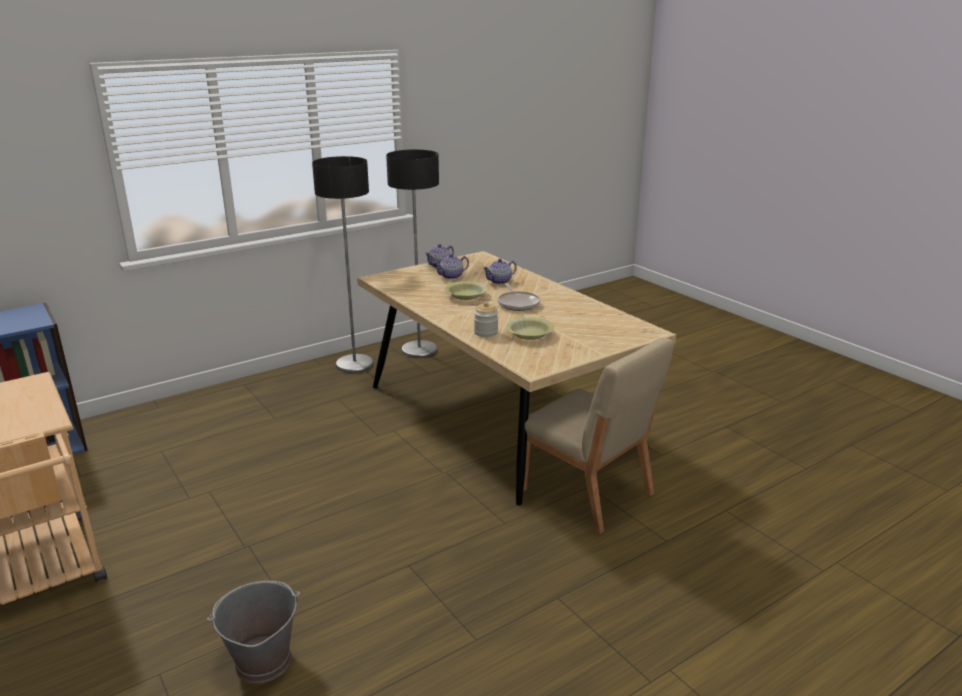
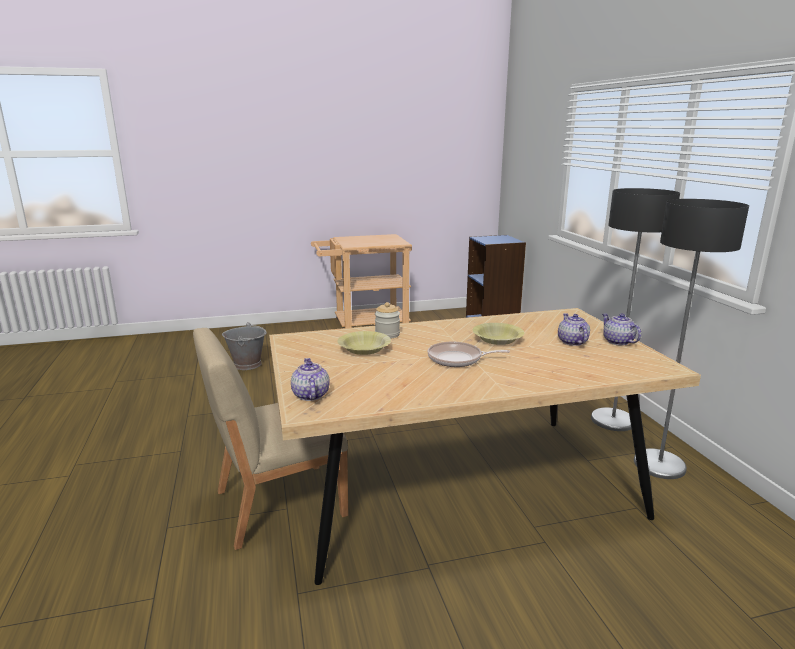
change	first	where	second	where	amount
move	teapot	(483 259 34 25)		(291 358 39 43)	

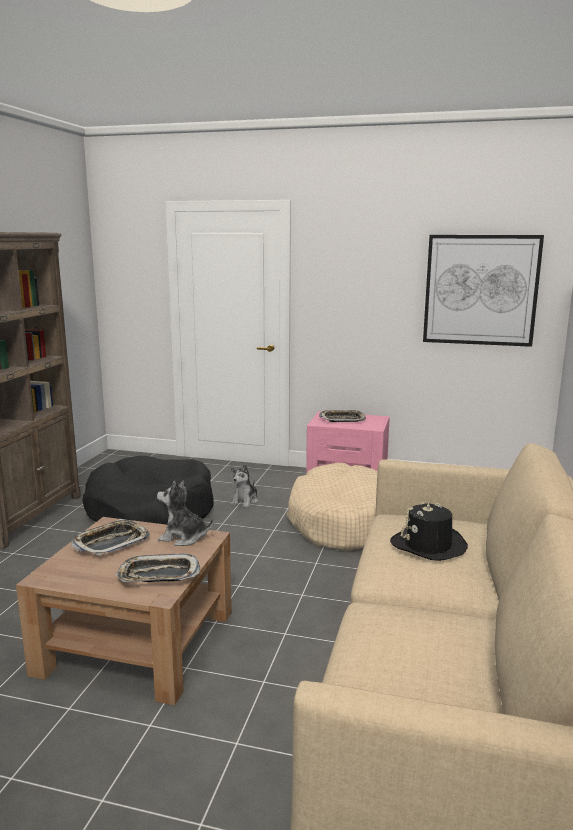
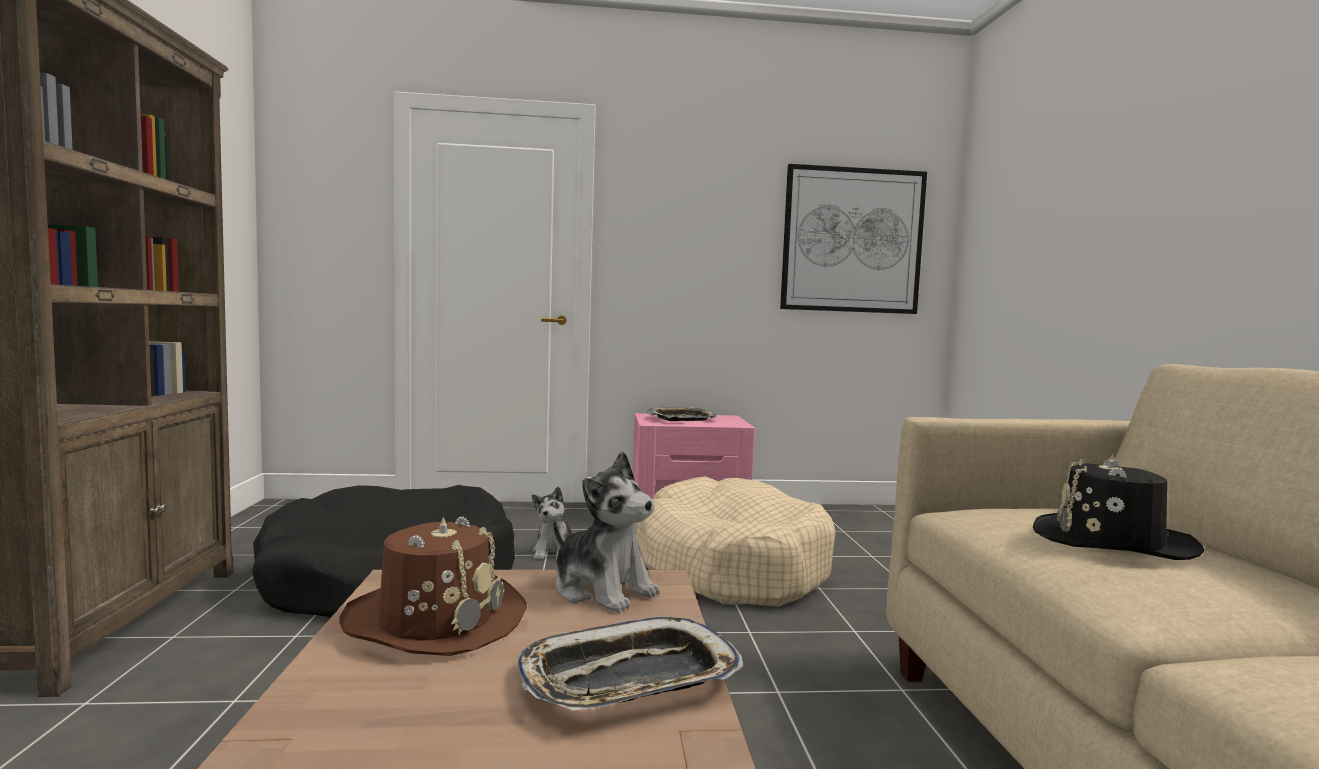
change	first	where	second	where	amount
replace	tray	(72 519 78 37)	hat (brown)	(339 517 188 139)	
rotate	plush toy	(157 480 57 66)		(553 451 107 162)	135 degrees counterclockwise

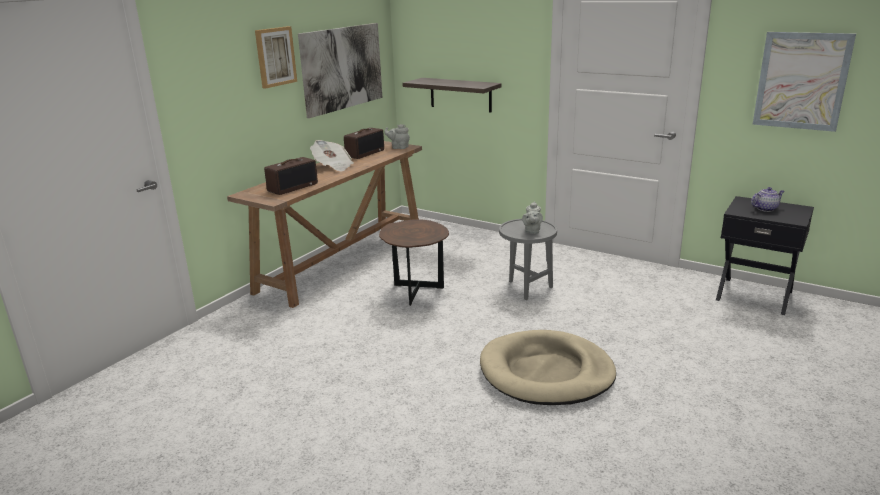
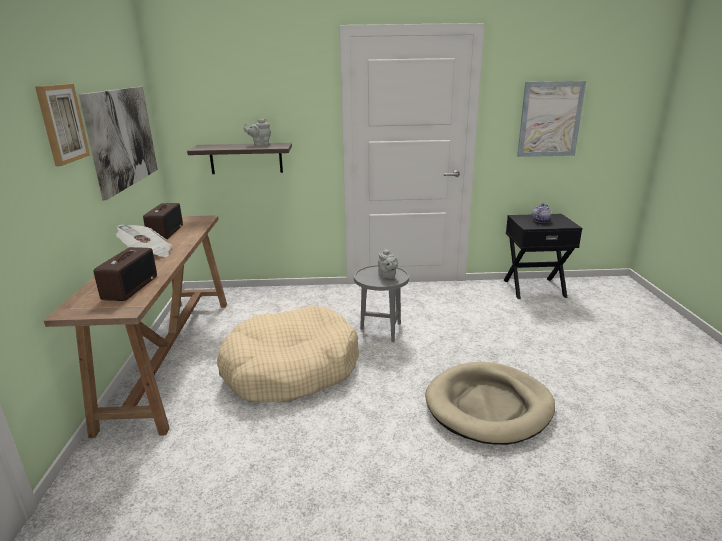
change	first	where	second	where	amount
replace	side table (brown)	(379 219 70 87)	dog bed (beige)	(217 306 142 97)	
move	teapot (grey)	(384 124 26 25)		(243 118 28 28)	

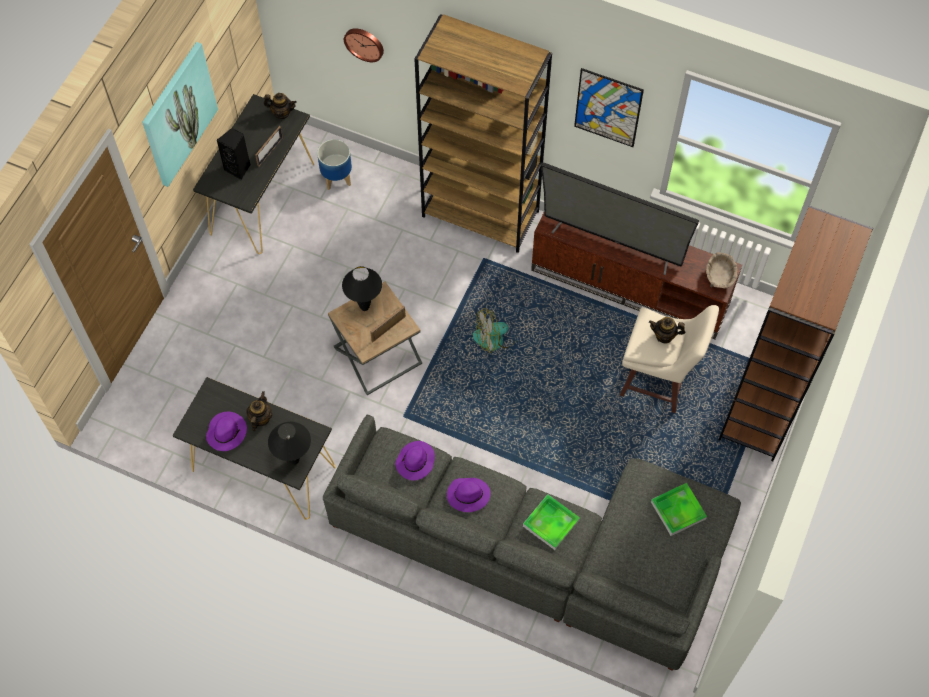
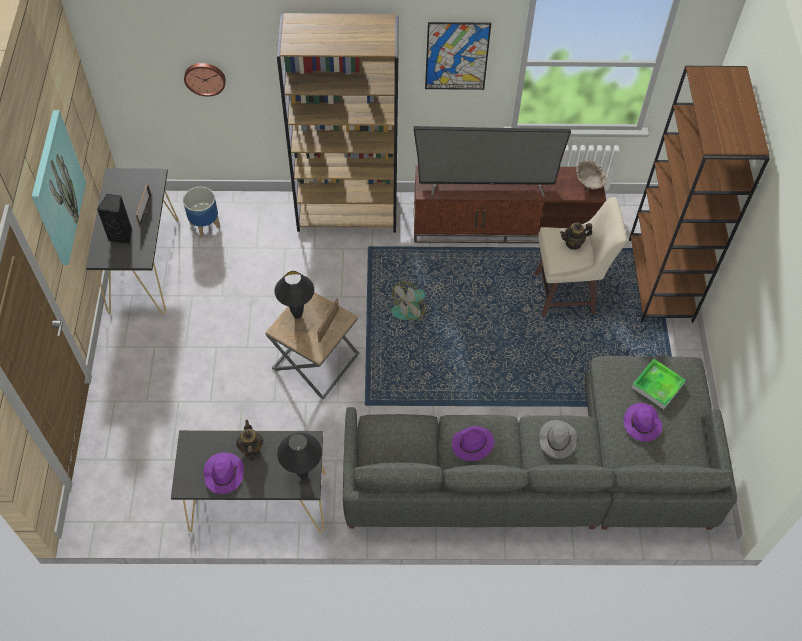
change	first	where	second	where	amount
replace	tray	(523 494 57 56)	hat (grey)	(539 420 38 39)	
move	hat (purple)	(395 441 40 39)		(624 403 38 39)	
delete	teapot	(264 93 33 26)			

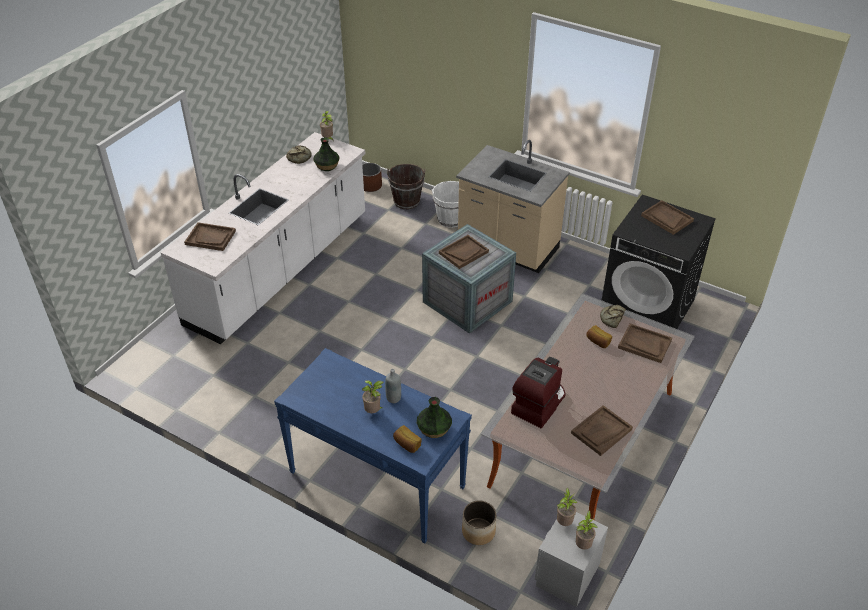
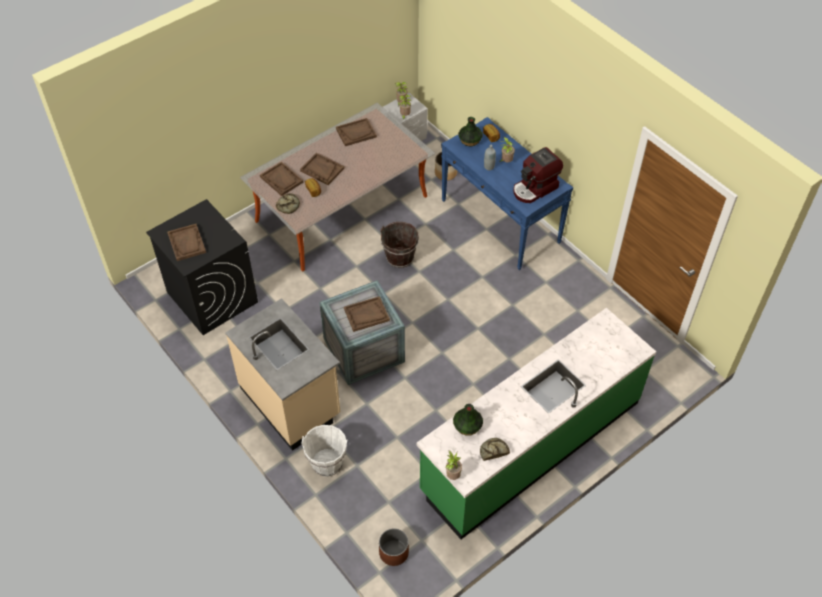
change	first	where	second	where	amount
move	tray (brown)	(184 222 52 29)		(300 153 44 32)	
move	bucket (brown)	(387 164 38 45)		(380 222 39 46)	
recolor	counter (white)	(160 132 205 212)	counter (green)	(416 308 240 231)	
move	coffee machine	(511 357 55 71)		(513 147 50 56)	

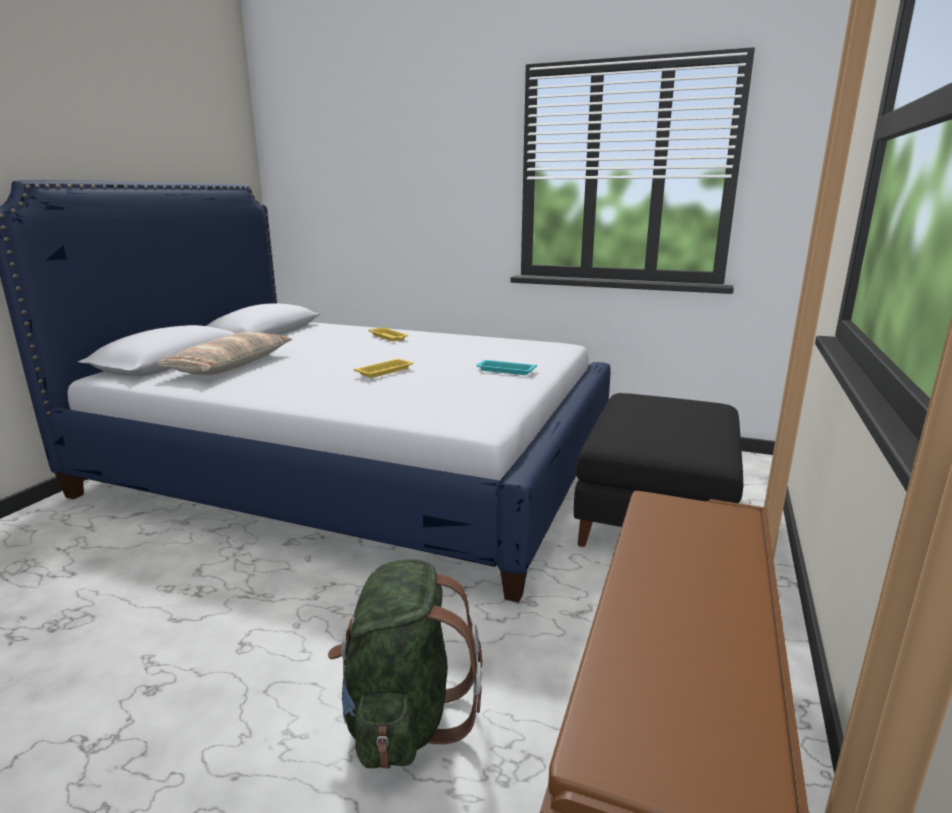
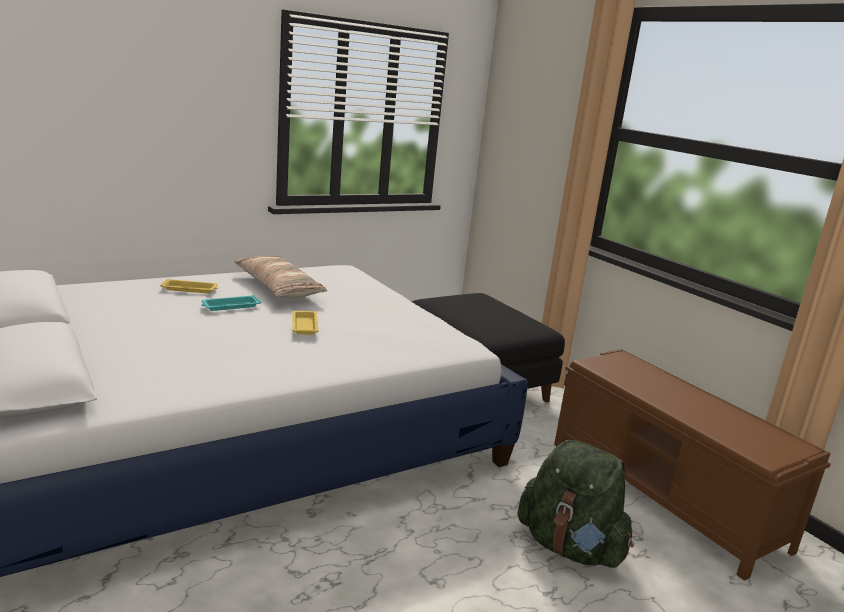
change	first	where	second	where	amount
move	tray (turquoise)	(476 360 61 15)		(201 295 60 16)	
move	pillow	(157 332 135 43)		(234 256 93 42)	

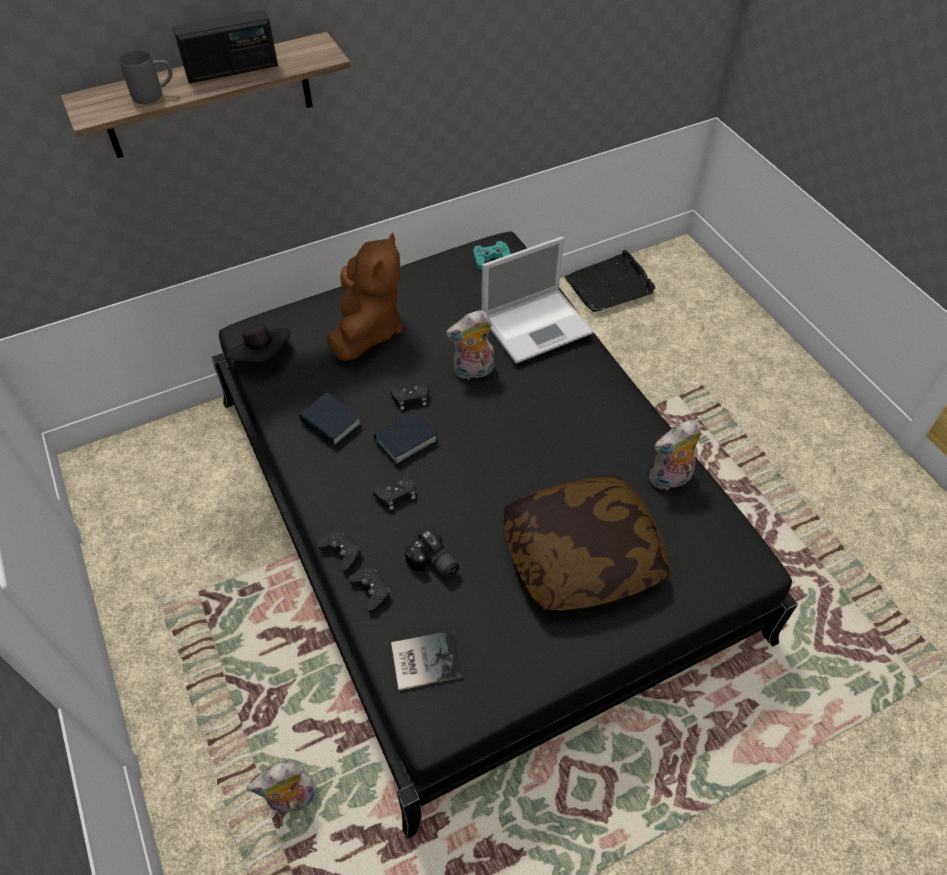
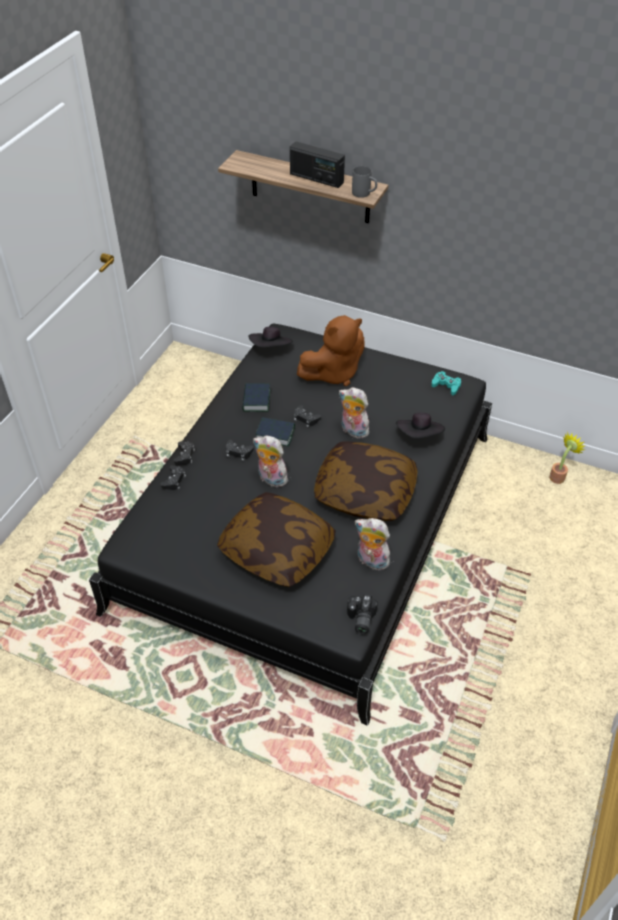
change	first	where	second	where	amount
move	plush toy	(246 761 71 52)		(253 436 35 51)	
insert			pillow	(314 441 104 80)	
move	photo camera	(405 529 54 50)		(347 594 31 40)	
move	mug (grey)	(119 50 53 54)		(352 166 25 32)	
replace	laptop	(482 236 112 128)	hat (black)	(396 413 49 25)	
replace	tray (black)	(565 250 90 62)	potted plant	(549 432 36 52)	
delete	book	(391 631 72 60)			

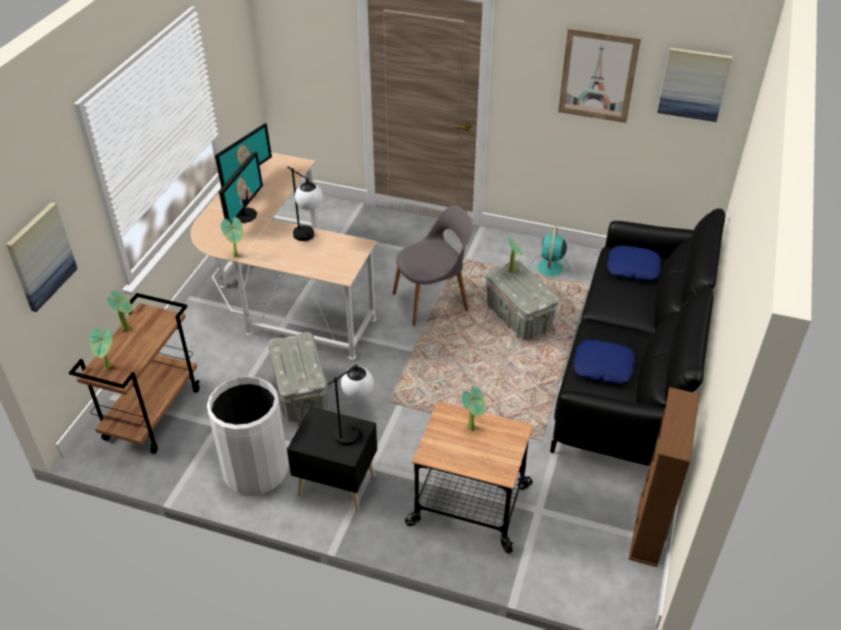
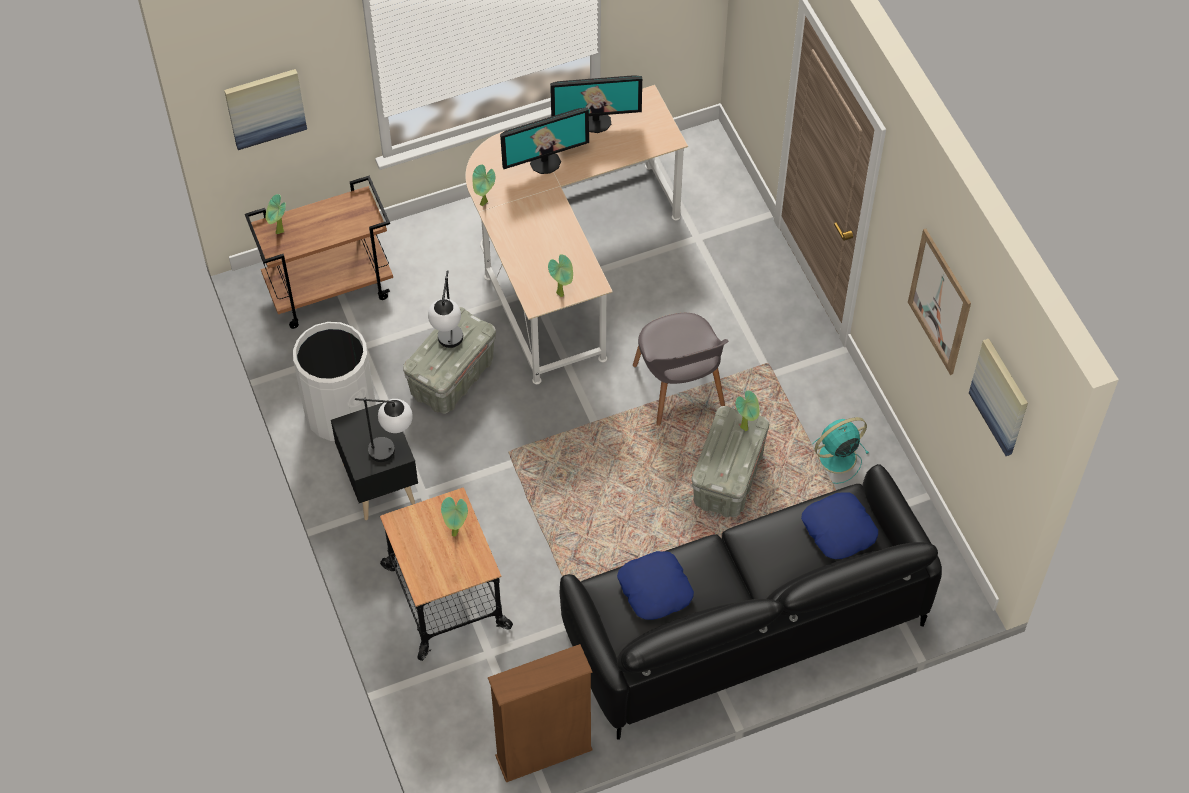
change	first	where	second	where	amount
move	table lamp	(287 166 36 75)		(428 270 35 78)	
move	potted plant	(107 291 26 40)		(548 254 25 43)	
rotate	chair (grey)	(392 205 81 121)		(633 313 95 113)	45 degrees clockwise

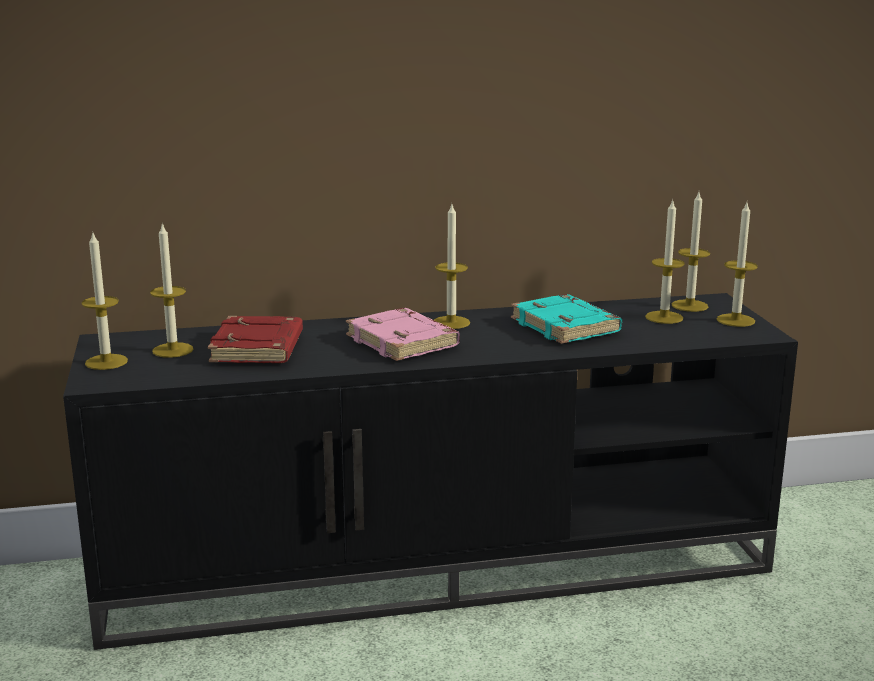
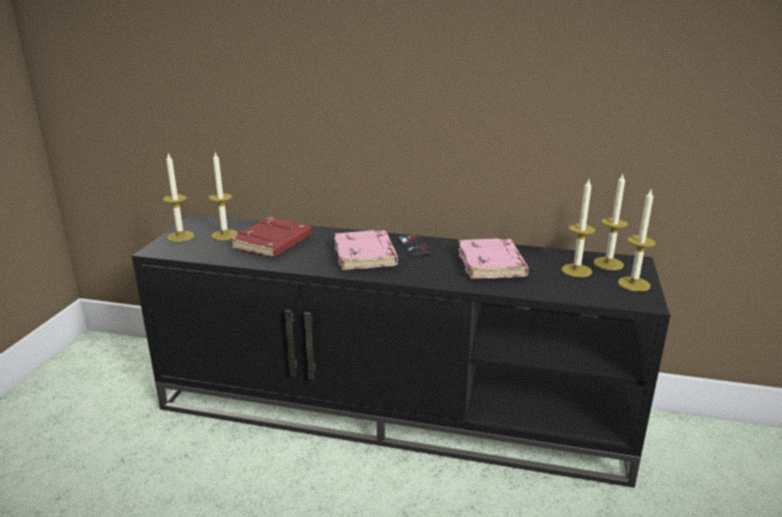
change	first	where	second	where	amount
replace	candle	(434 204 36 125)	phone	(398 235 34 21)	
recolor	book (turquoise)	(511 294 111 50)	book (pink)	(458 238 71 41)	

